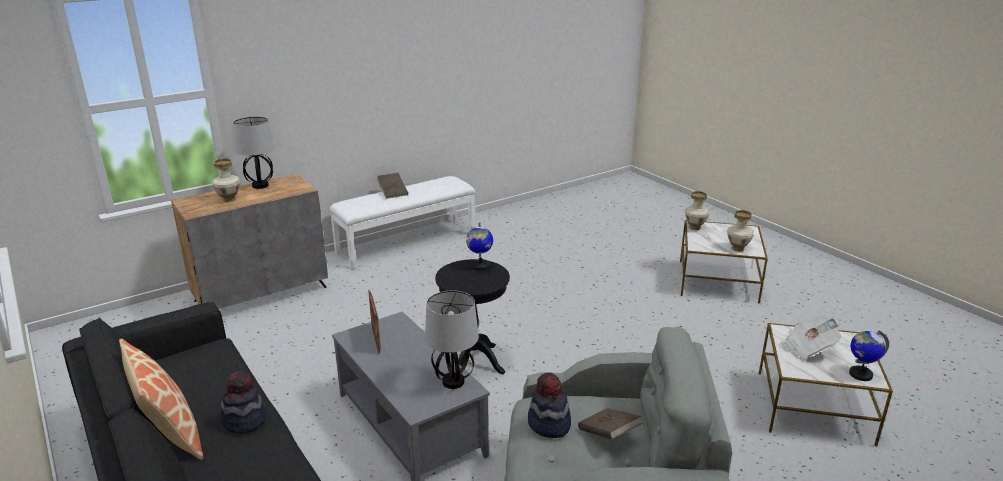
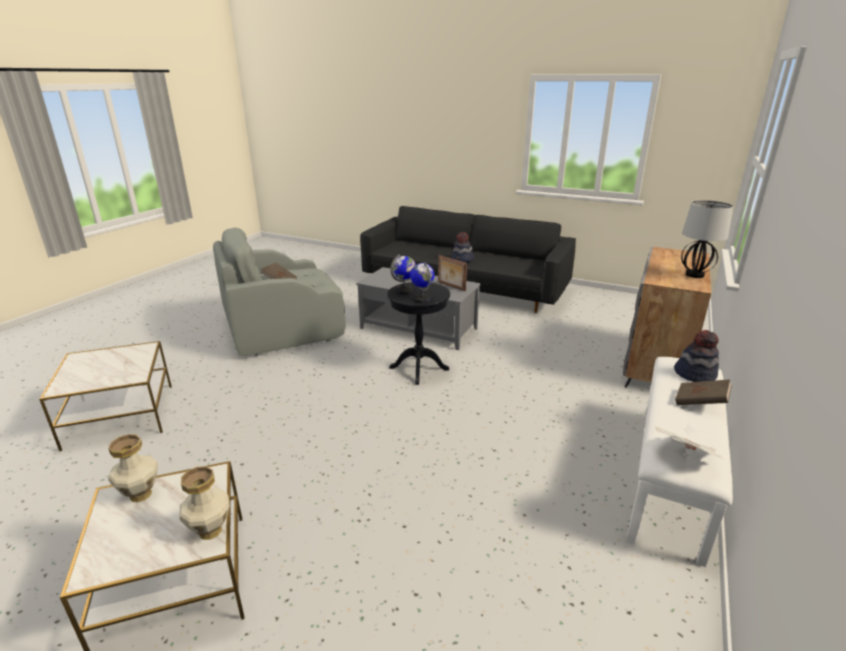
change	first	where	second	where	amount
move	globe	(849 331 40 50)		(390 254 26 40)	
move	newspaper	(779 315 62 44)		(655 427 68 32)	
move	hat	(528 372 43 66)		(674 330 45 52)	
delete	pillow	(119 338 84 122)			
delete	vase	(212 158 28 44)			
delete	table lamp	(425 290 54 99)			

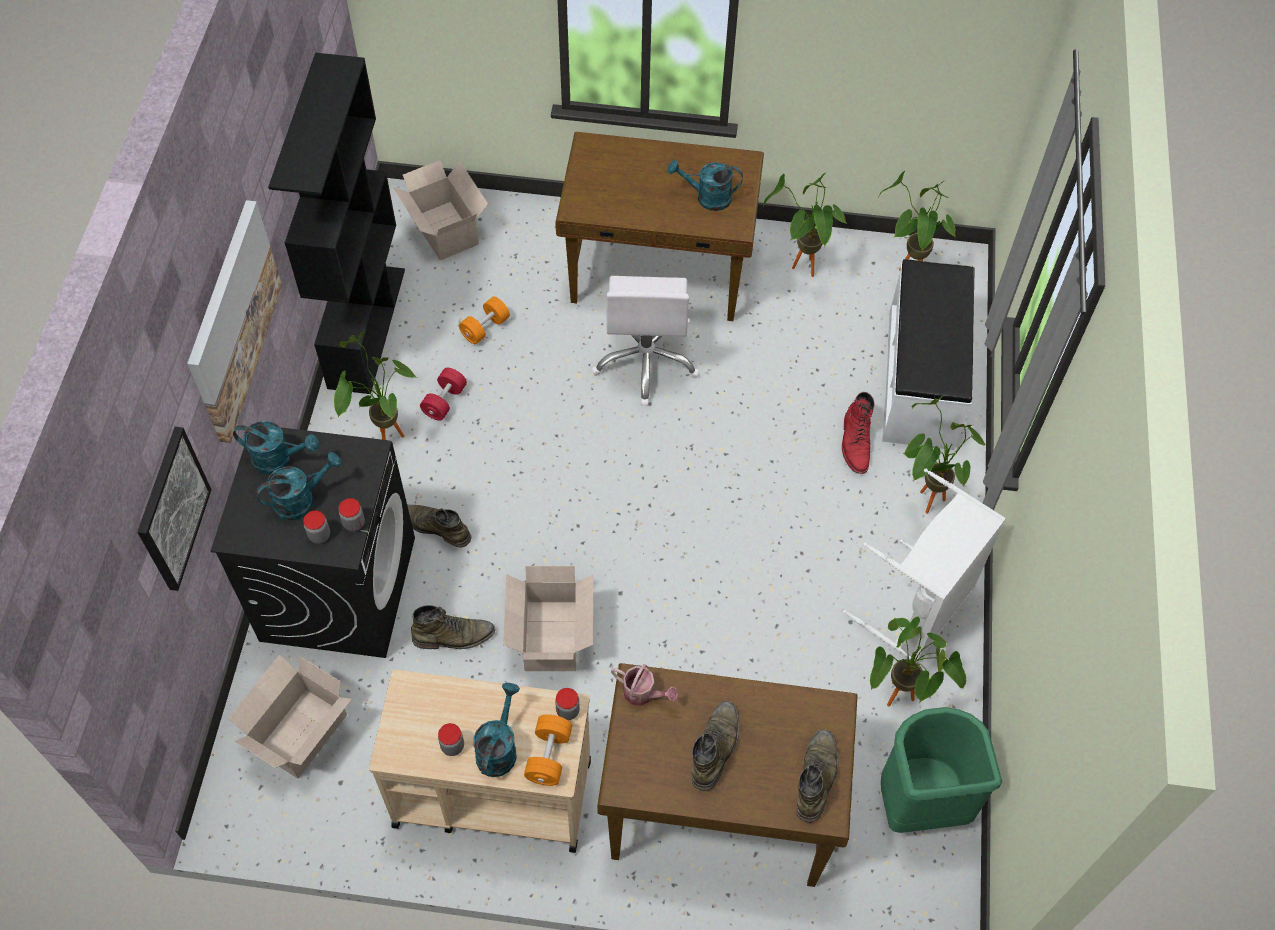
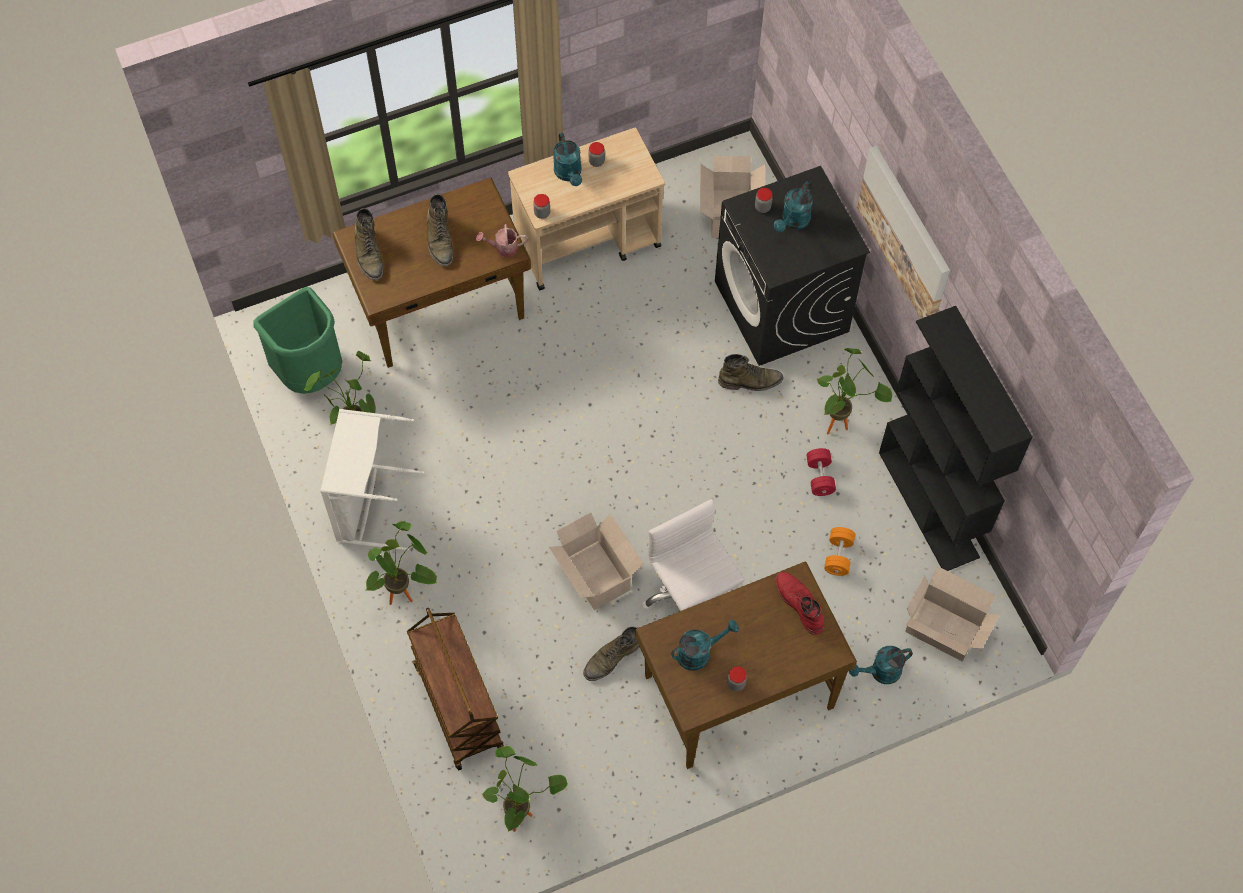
change	first	where	second	where	amount
replace	bench (white)	(882 259 92 191)	cart (brown)	(407 607 96 164)	
move	cardboard box	(503 566 91 105)		(549 512 94 98)	
move	boot (green)	(411 605 84 44)		(583 627 57 54)	
move	jar	(339 498 26 33)		(727 667 20 24)	
move	boot (red)	(842 392 33 82)		(775 572 49 63)	
move	watering can (turquoise)	(233 421 86 53)		(849 646 64 38)	
delete	picture	(137 427 75 164)			
delete	dumbbell (orange)	(524 715 48 71)			
delete	potted plant	(763 173 84 104)			

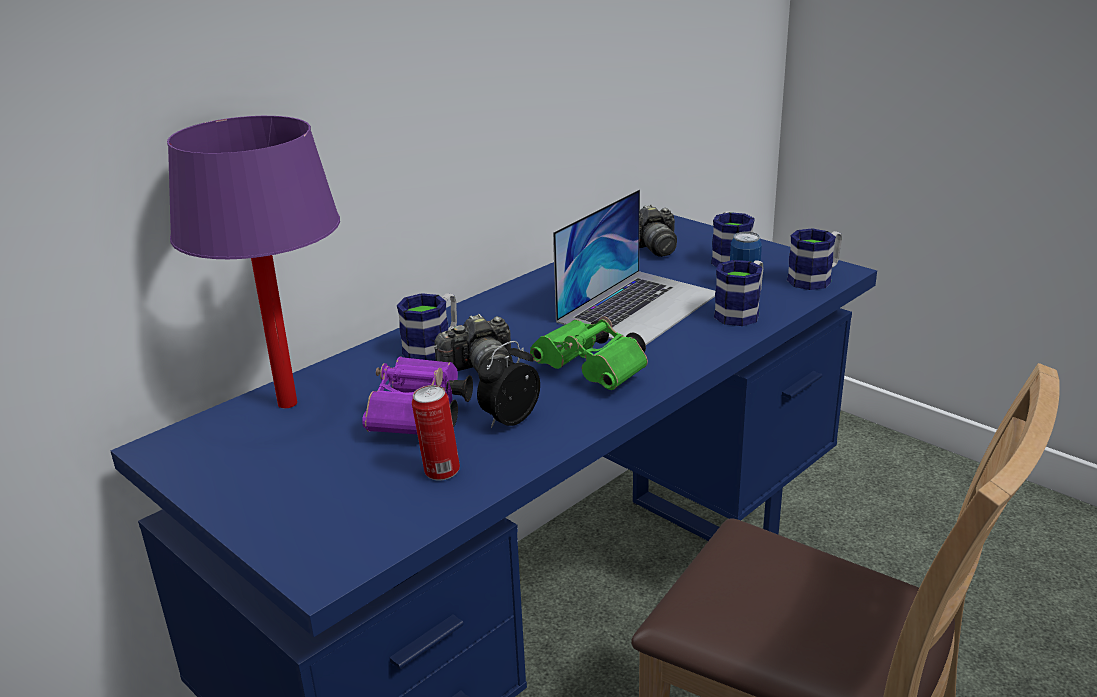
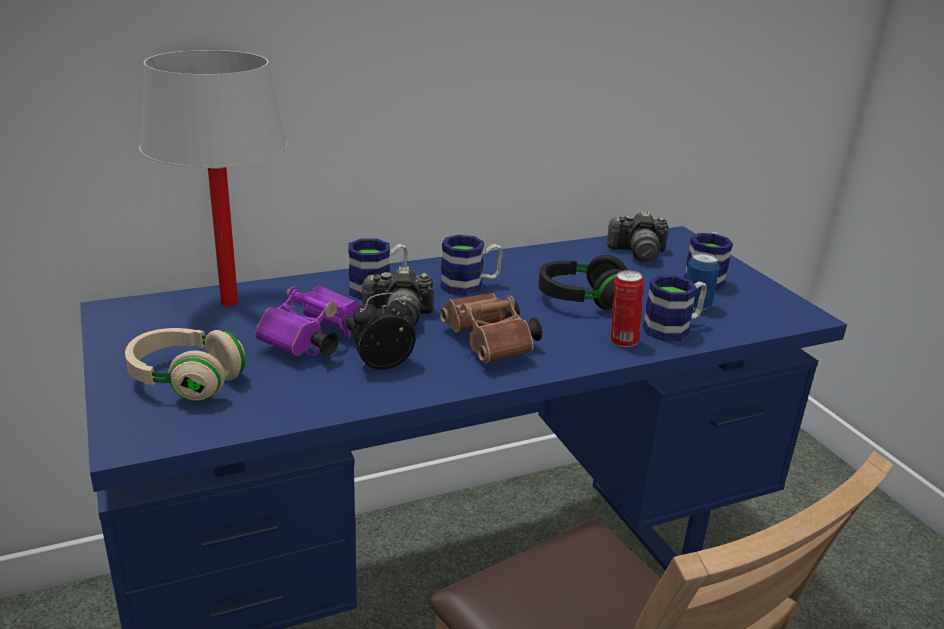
change	first	where	second	where	amount
insert			headphones (beige)	(125 328 120 73)	
recolor	table lamp (purple)	(167 116 173 292)	table lamp (white)	(139 50 149 256)	
move	mug	(787 229 55 61)		(440 235 63 61)	
recolor	binoculars (green)	(530 316 118 74)	binoculars (brown)	(440 293 102 70)	
replace	laptop	(553 189 162 156)	headphones (black)	(538 255 89 55)	
move	can	(412 385 48 96)		(611 270 33 77)	

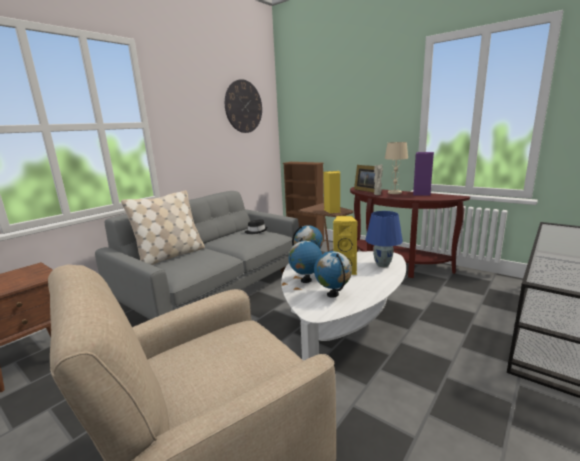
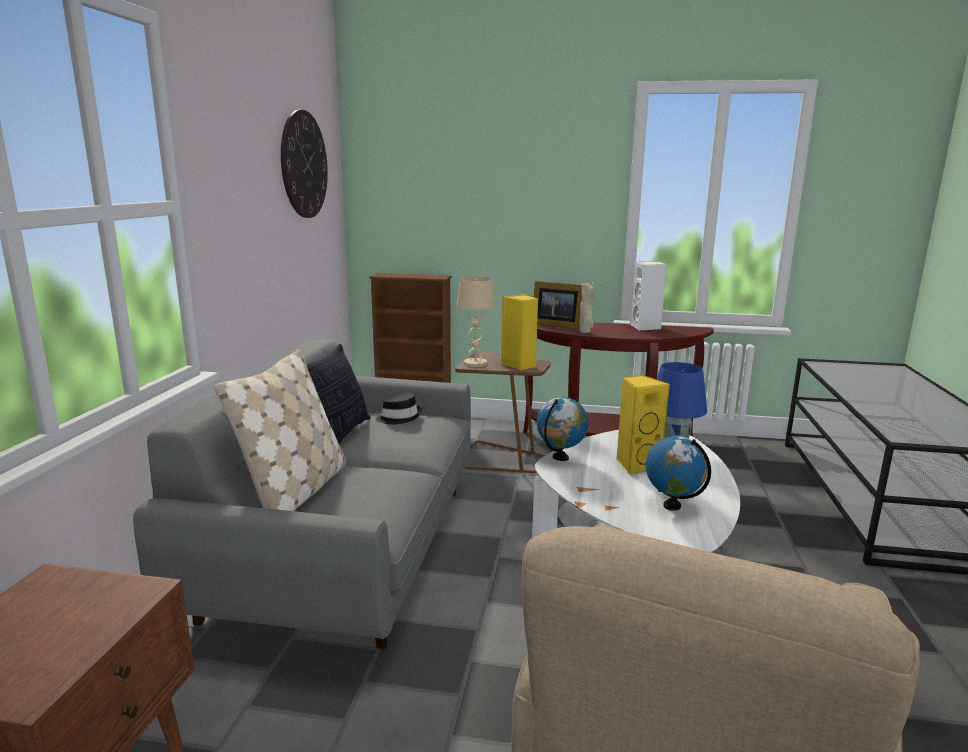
change	first	where	second	where	amount
insert			pillow	(307 344 64 100)	
move	table lamp (beige)	(385 142 23 52)		(456 276 40 91)	
recolor	speaker (purple)	(413 152 21 44)	speaker (white)	(630 261 37 70)	
delete	globe	(288 238 34 45)			

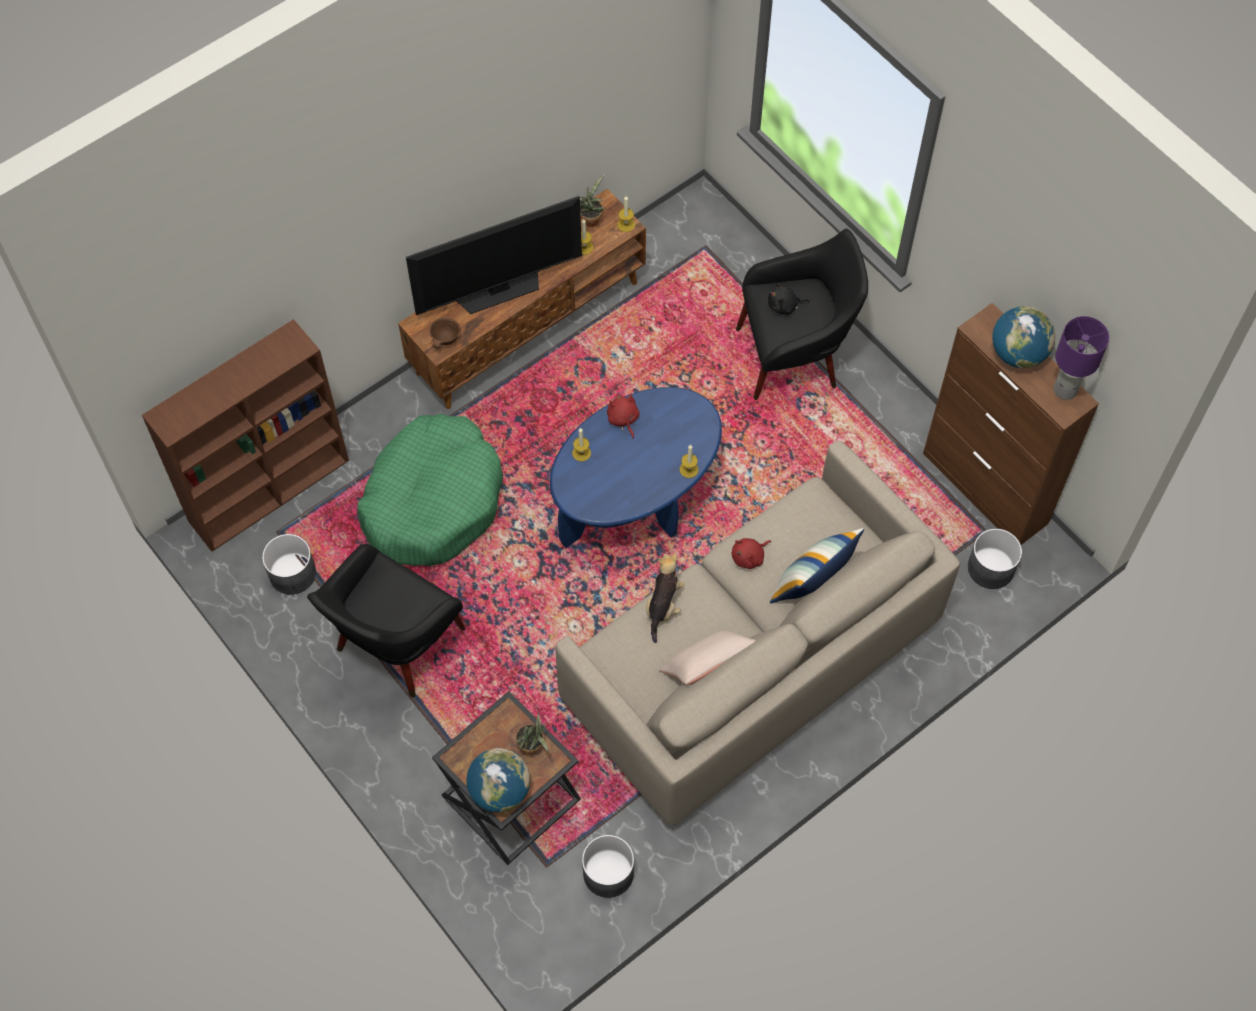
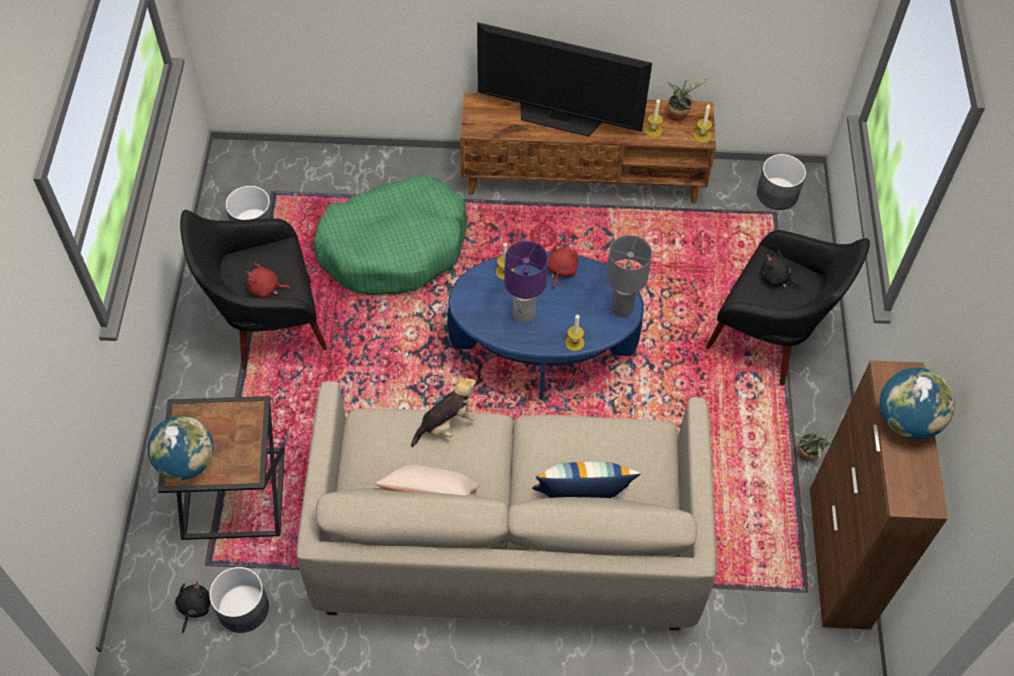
change	first	where	second	where	amount
insert			plush toy (black)	(175 581 35 51)	
move	plush toy (red)	(732 538 39 31)		(246 263 45 35)	
move	table lamp (purple)	(1054 316 55 84)		(504 241 44 82)	
insert			table lamp (grey)	(606 235 46 82)	
move	planter (grey)	(968 529 54 60)		(757 154 49 56)	
move	potted plant	(516 713 33 41)		(798 430 34 31)	
delete	bookcase (brown)	(142 319 207 233)			
delete	bowl (brown)	(429 317 32 32)			

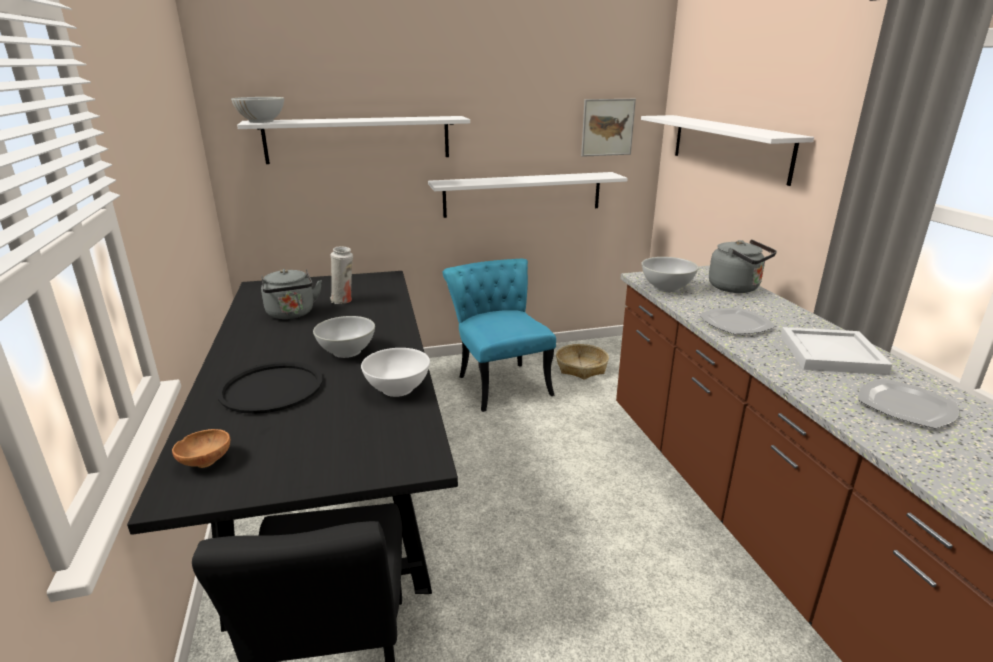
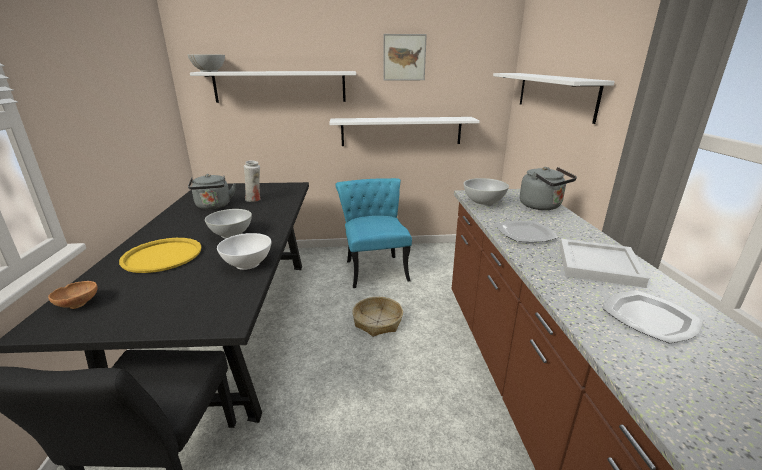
change	first	where	second	where	amount
recolor	tray (black)	(217 361 106 53)	tray (yellow)	(119 238 82 35)	
move	basket	(556 344 53 35)		(352 297 51 40)	
move	picture	(581 99 55 58)		(383 34 44 47)	

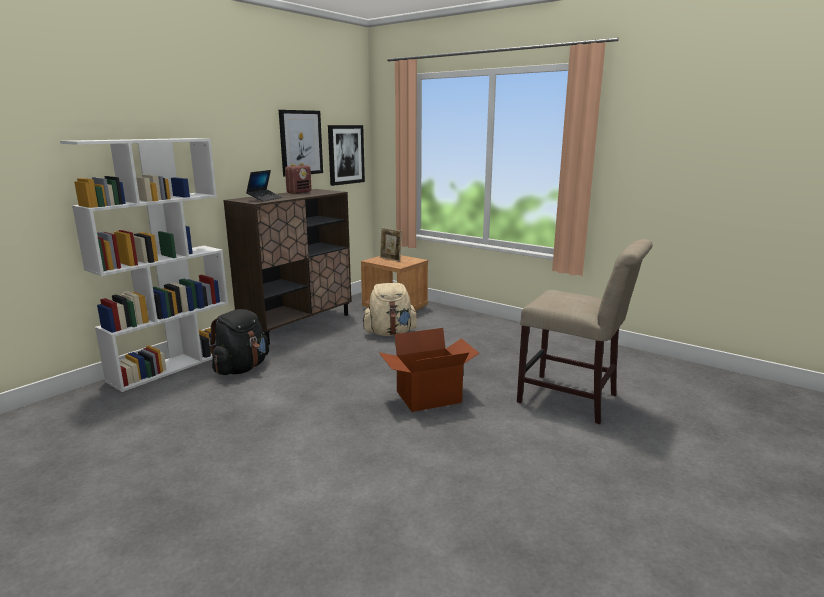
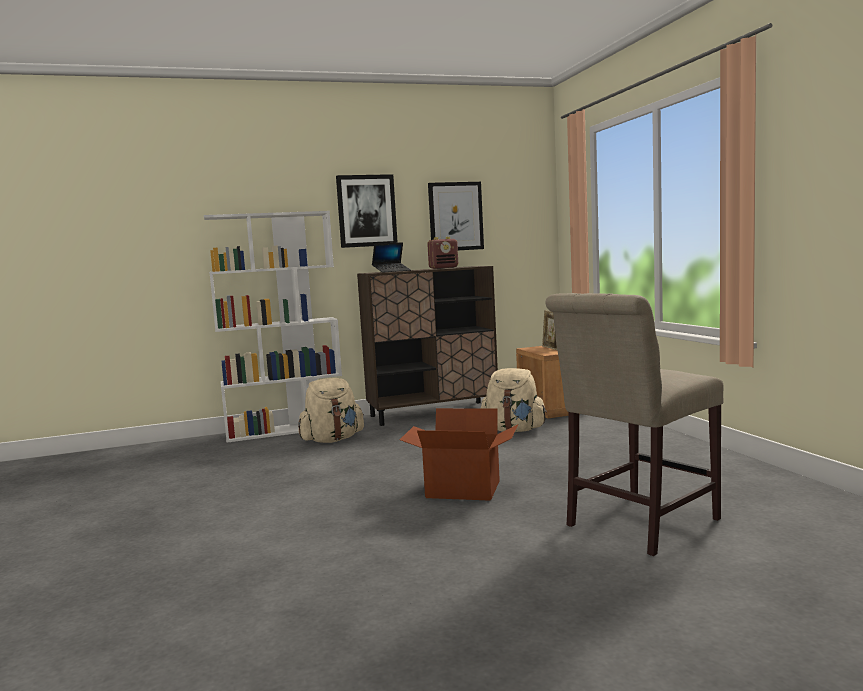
change	first	where	second	where	amount
recolor	backpack (black)	(209 309 60 66)	backpack (beige)	(298 378 66 65)	
move	picture	(328 125 37 61)		(336 174 62 74)	
rotate	chair (beige)	(517 239 136 185)		(546 293 178 263)	75 degrees clockwise

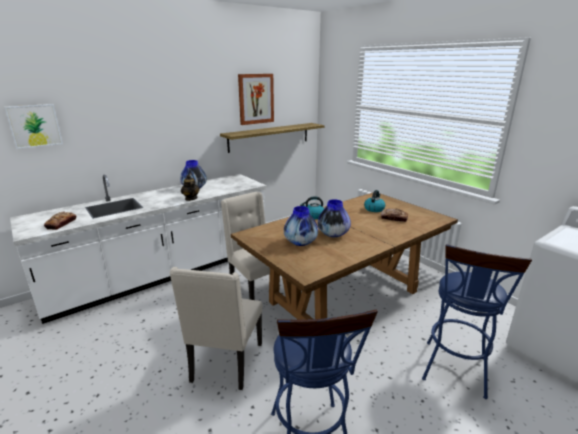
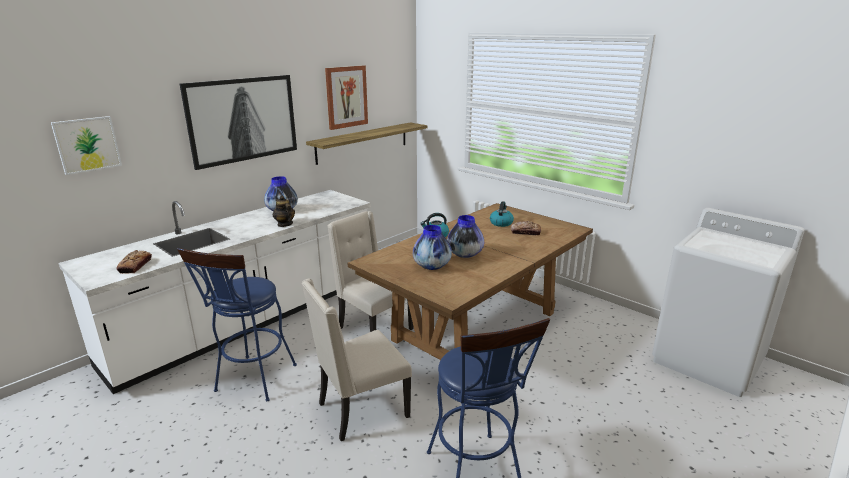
change	first	where	second	where	amount
move	stool (blue)	(422 244 110 155)		(177 248 120 153)	
insert			picture	(180 75 117 95)	
rotate	chair (beige)	(170 267 92 123)		(302 279 110 162)	60 degrees clockwise

